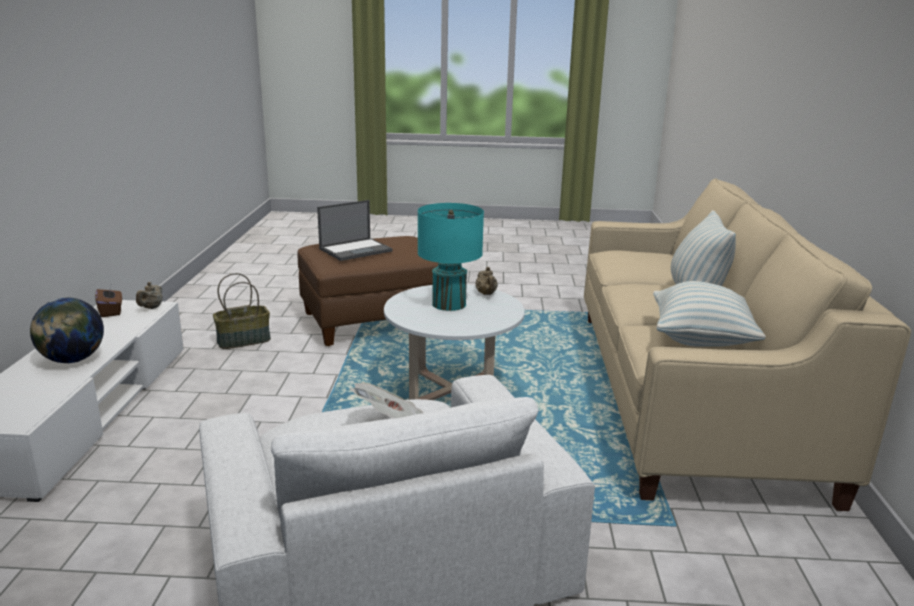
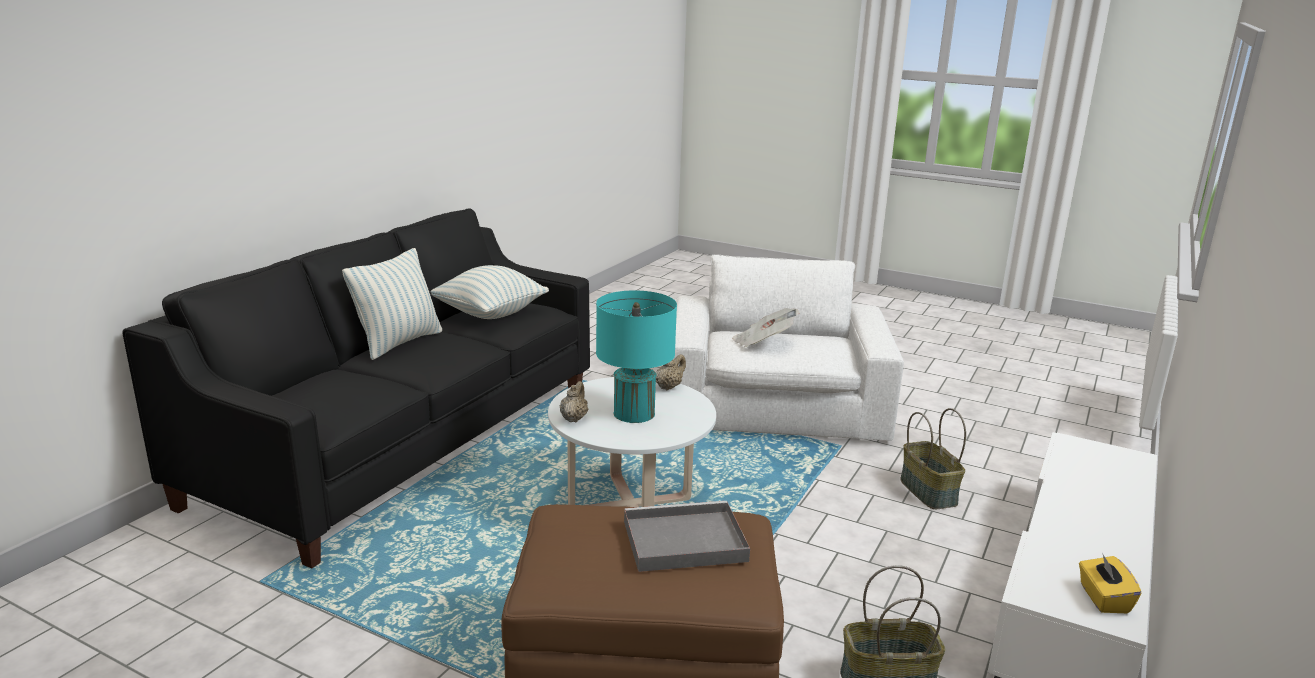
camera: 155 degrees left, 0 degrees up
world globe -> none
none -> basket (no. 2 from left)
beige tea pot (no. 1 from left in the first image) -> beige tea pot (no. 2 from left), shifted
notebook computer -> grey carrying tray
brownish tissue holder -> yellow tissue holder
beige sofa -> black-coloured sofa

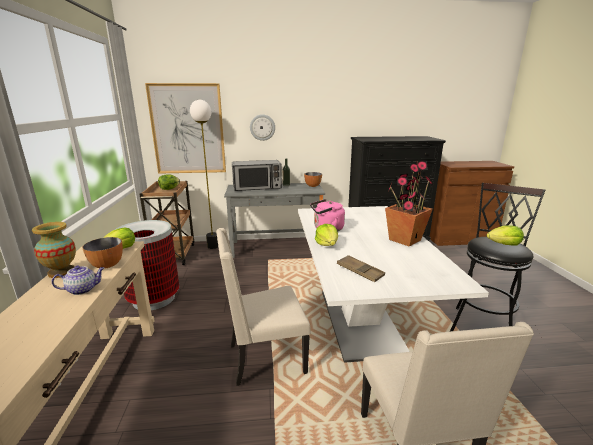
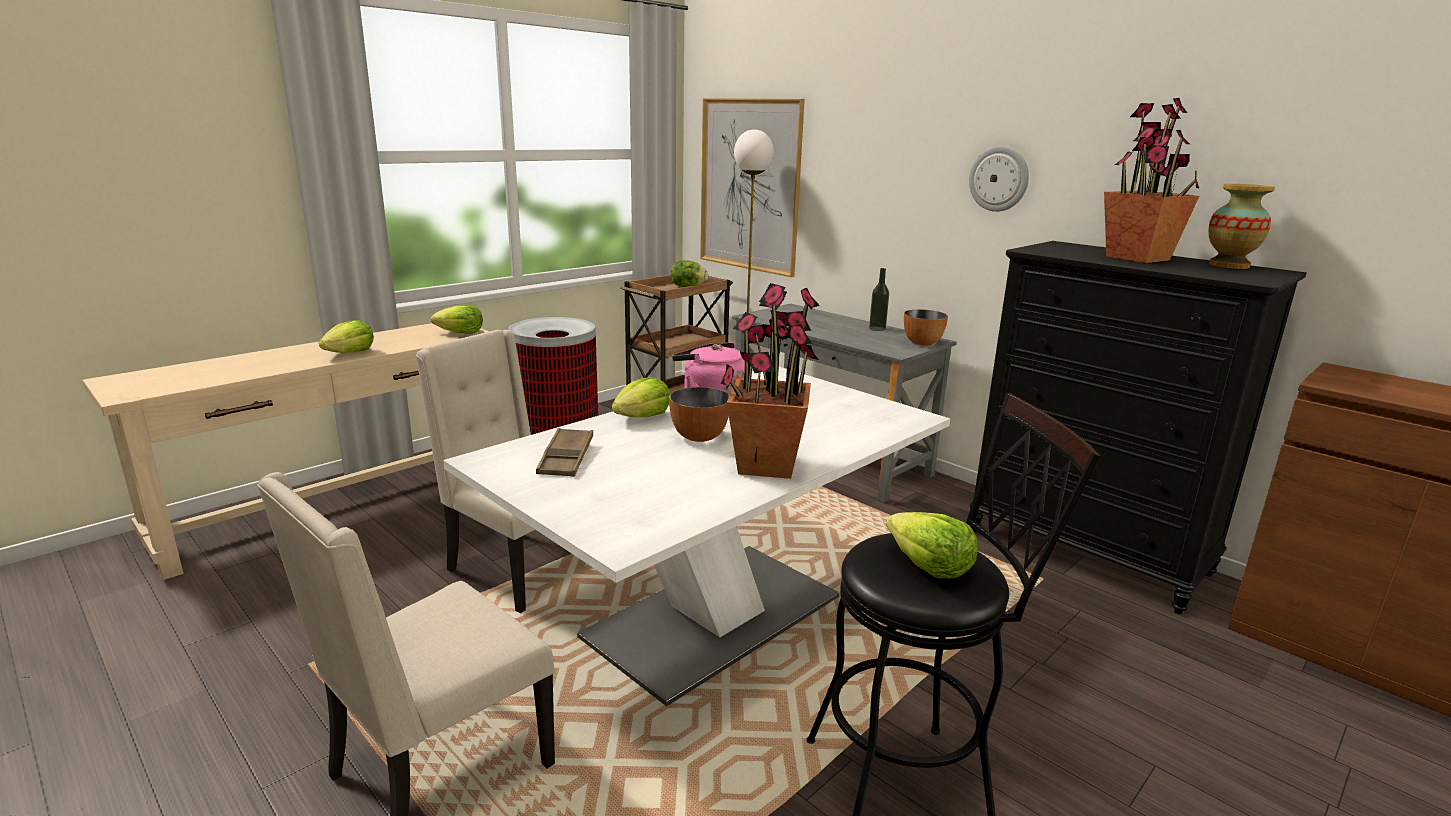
camera: 50 degrees right, 0 degrees up
microwave -> none
none -> potted plant (no. 2 from left)
flower vase, shifted
deep dish (no. 1 from left), shifted
clock on the wall, shifted
tea pot -> lettuce head (no. 1 from left)

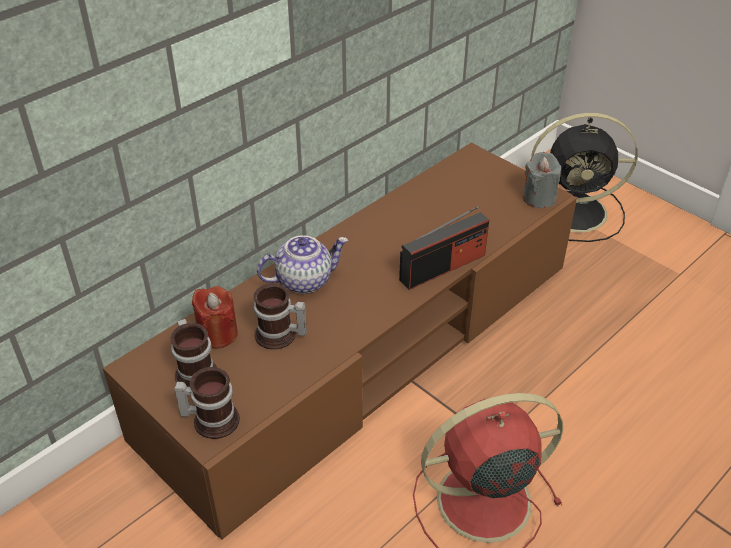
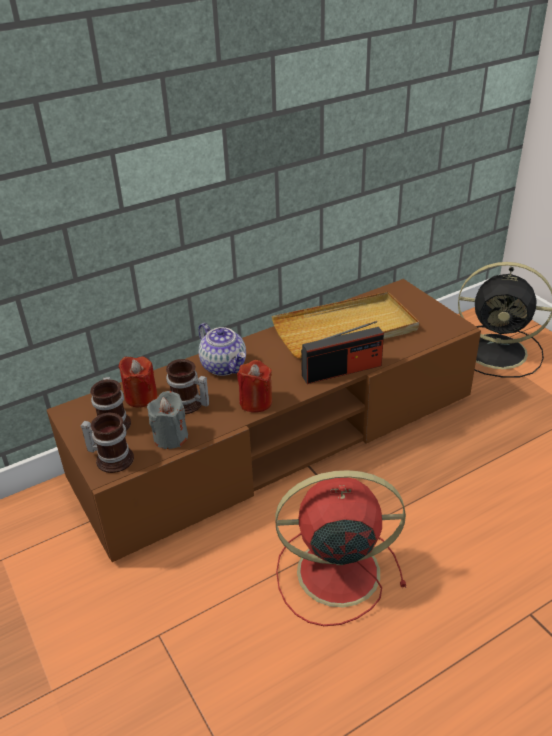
camera: 15 degrees right, 5 degrees down
none -> red wax candle (no. 2 from left)
none -> beige carrying tray
grey wax candle, shifted
tea pot, 60 degrees clockwise

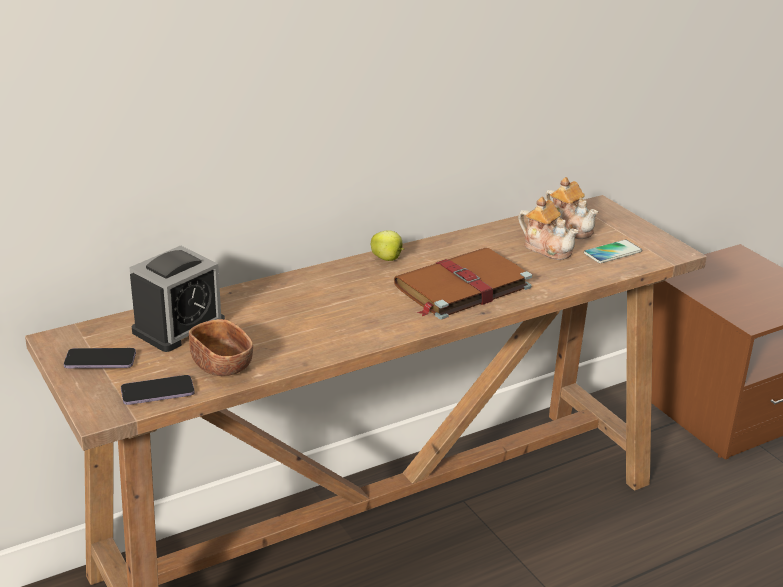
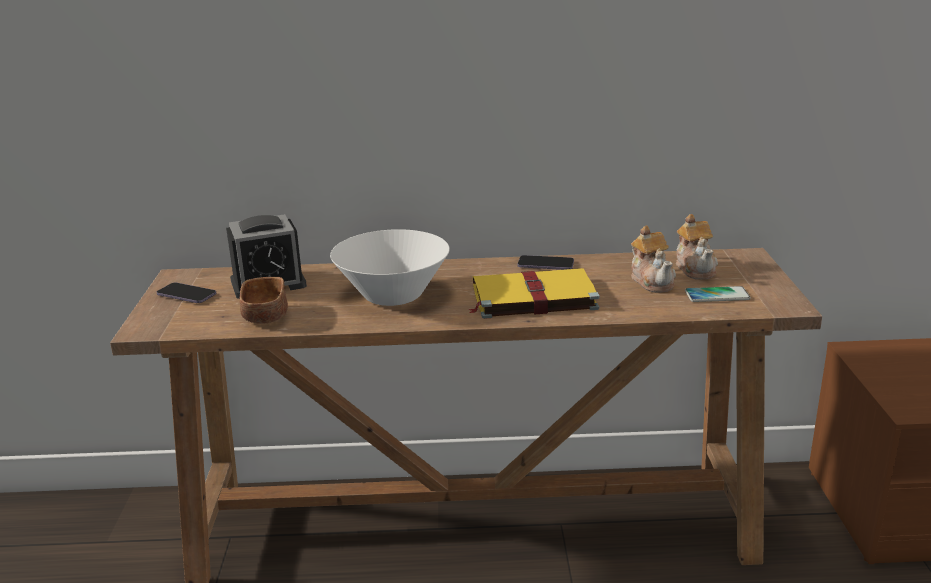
camera: 30 degrees right, 5 degrees down
whole apple -> none
none -> white-coloured deep dish
telephone (no. 2 from left), shifted
brownish bound book -> yellow bound book

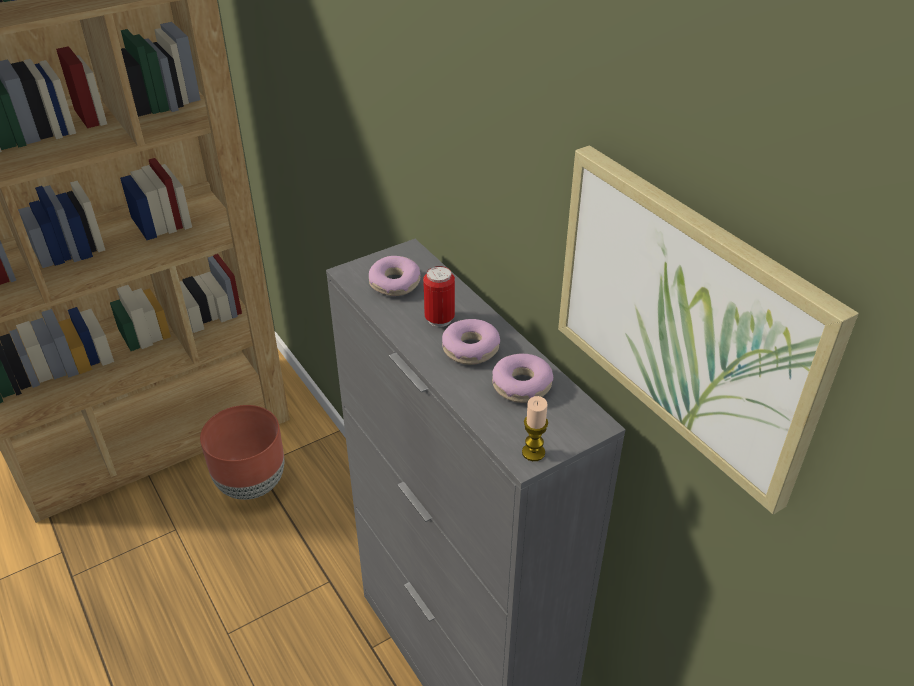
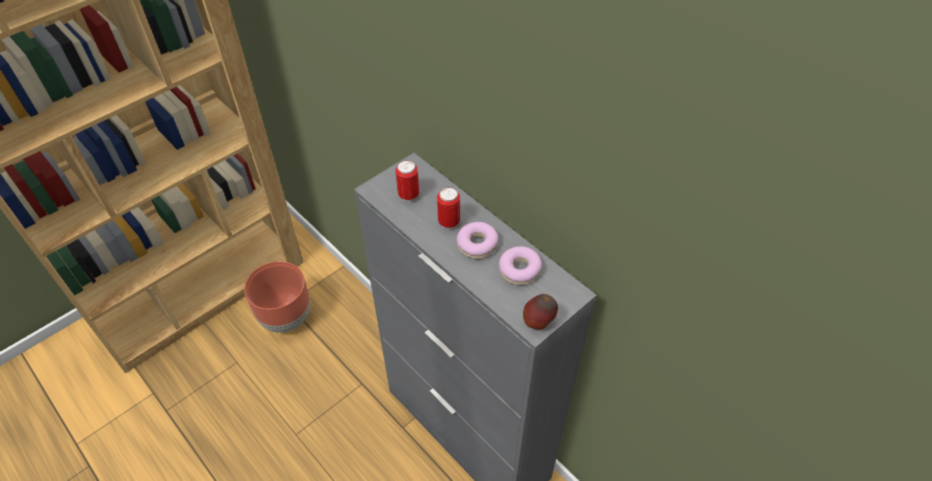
camera: 10 degrees left, 10 degrees up
wall picture -> none
ring doughnut (no. 1 from left) -> metal can (no. 1 from left)
wax candle -> whole apple

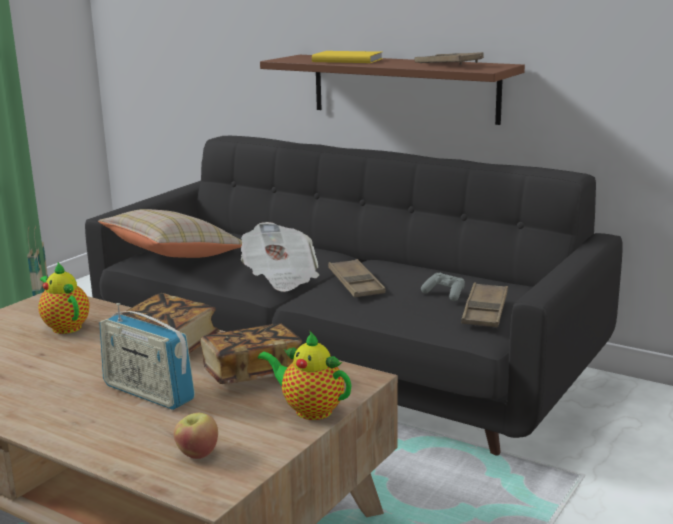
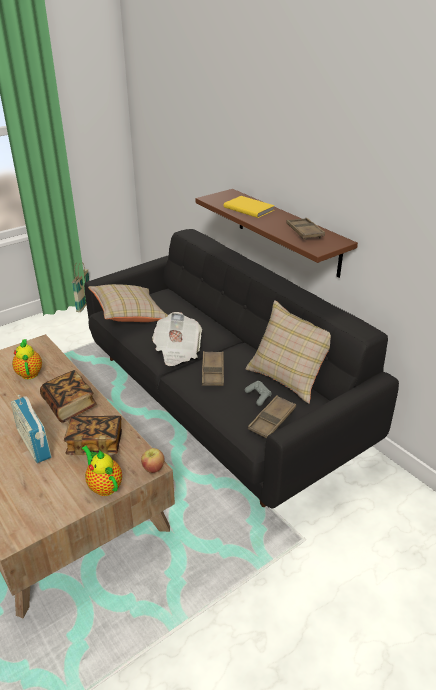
camera: 20 degrees right, 15 degrees up
none -> beige throw pillow (no. 2 from left)
whole apple, shifted

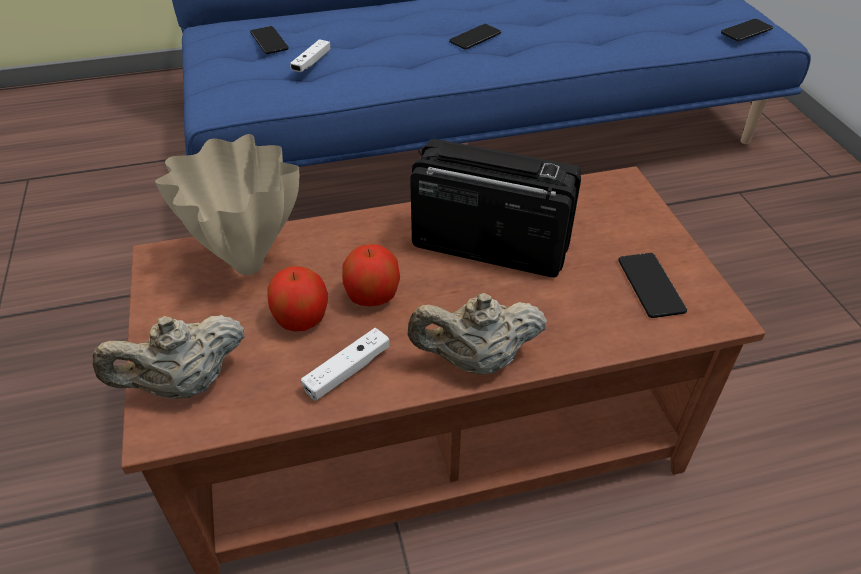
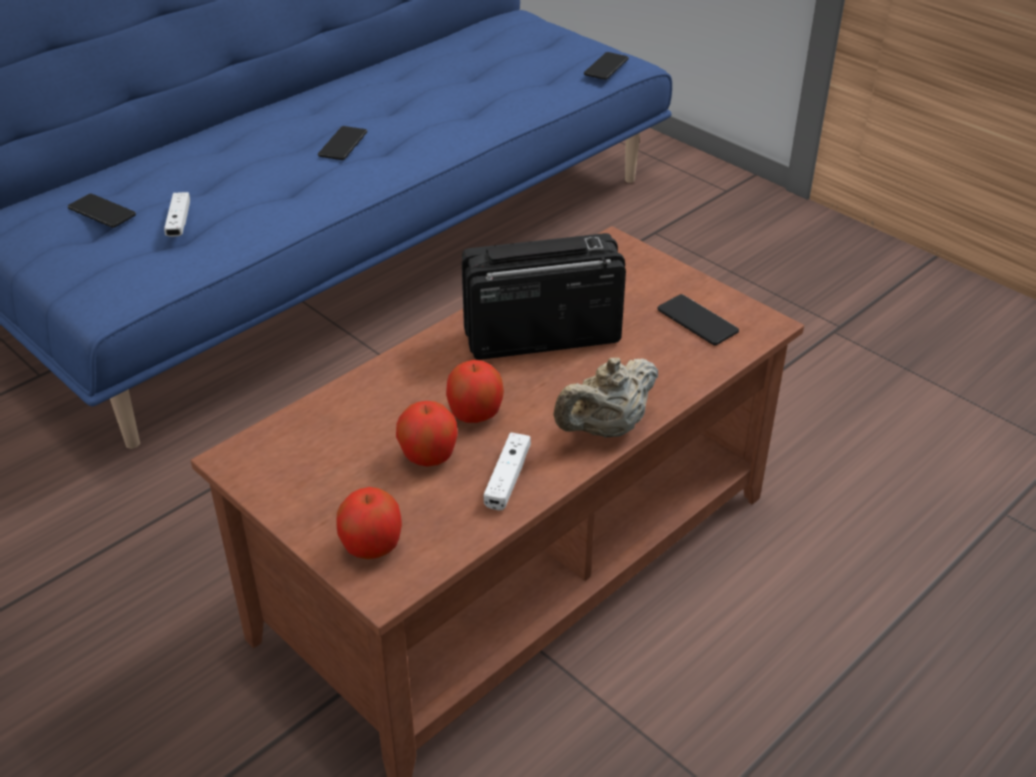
camera: 30 degrees left, 5 degrees down
beige flower vase -> none
beige tea pot (no. 1 from left) -> whole apple (no. 1 from left)

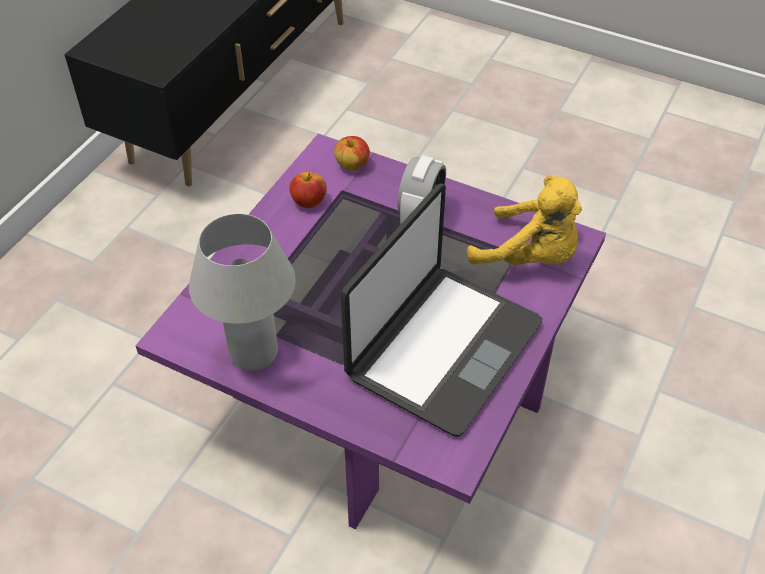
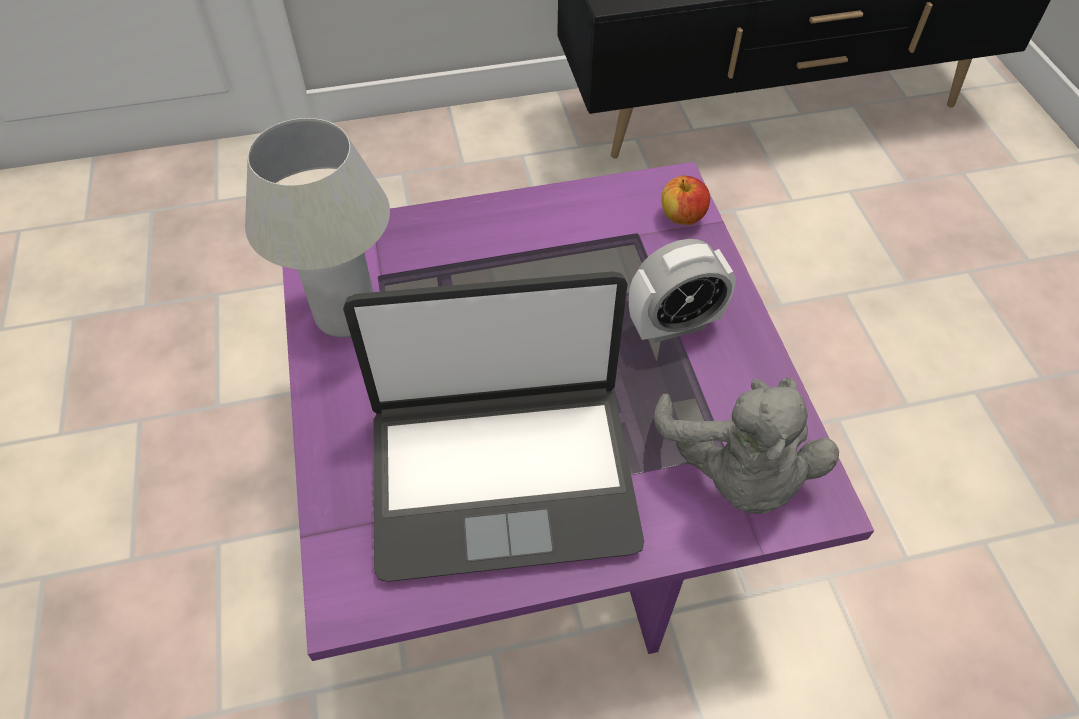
camera: 50 degrees right, 5 degrees up
whole apple (no. 1 from left) -> none
yellow soft toy -> grey soft toy

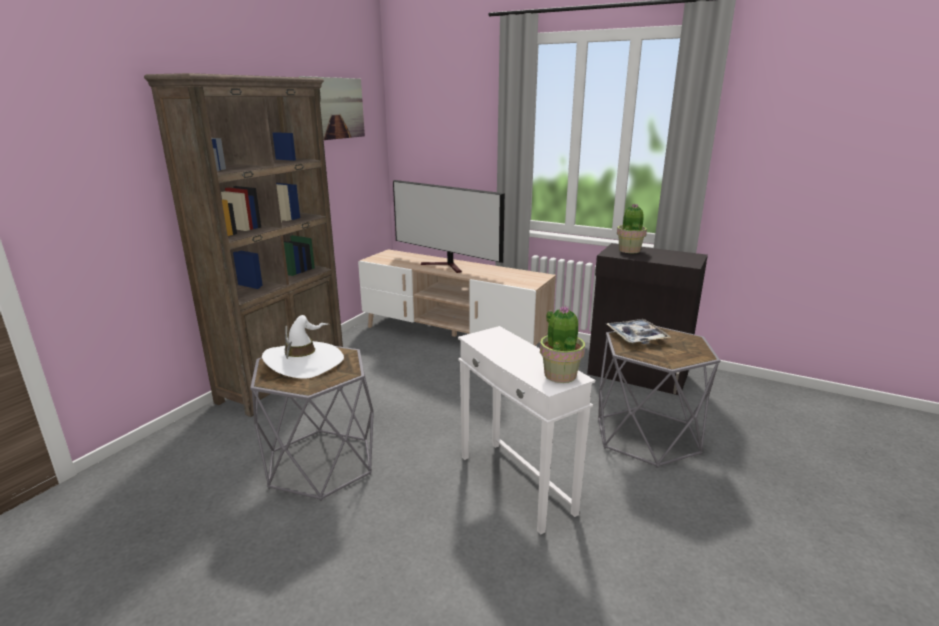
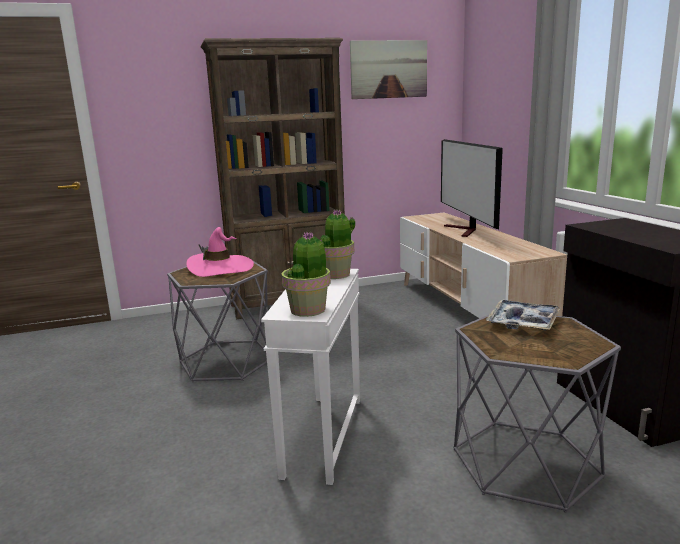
camera: 45 degrees right, 5 degrees down
potted plant (no. 2 from left), shifted
white-coloured wearable hat -> pink-coloured wearable hat

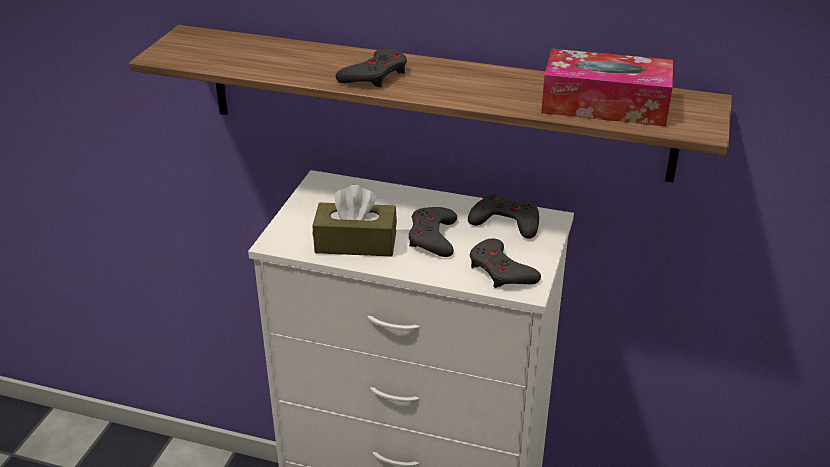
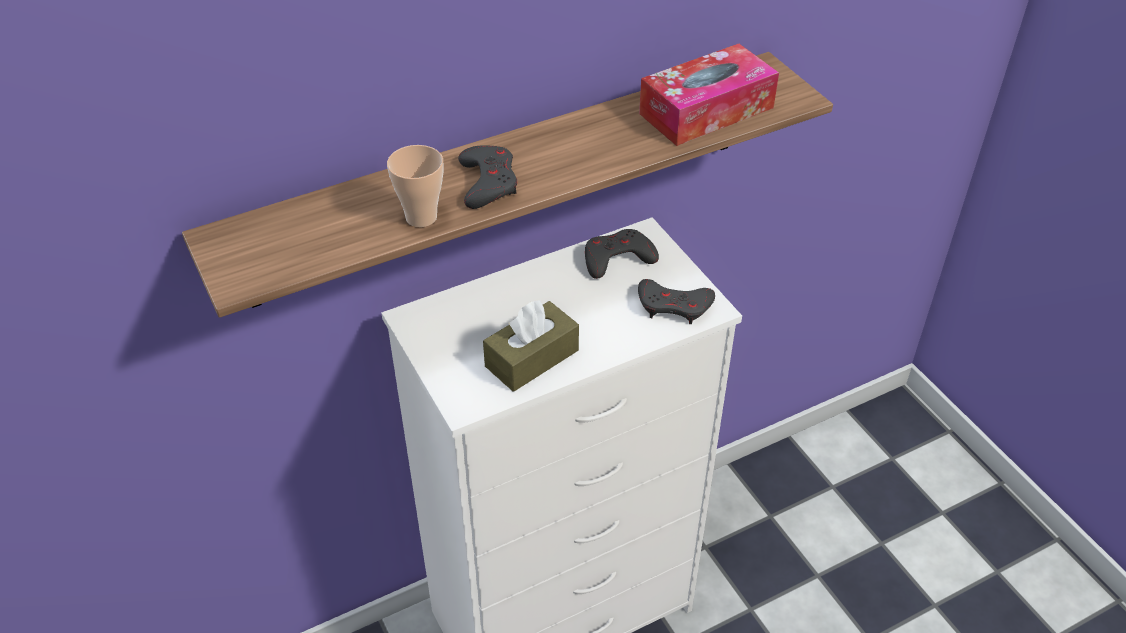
camera: 45 degrees left, 10 degrees up
grey game controller (no. 2 from left) -> none
none -> drinking cup

